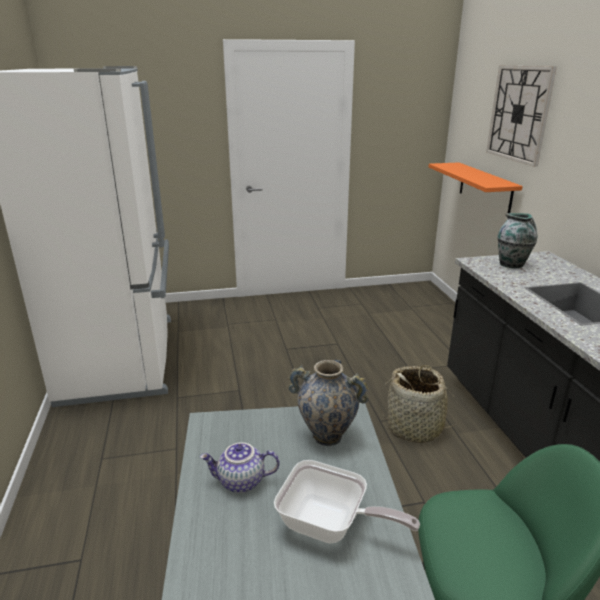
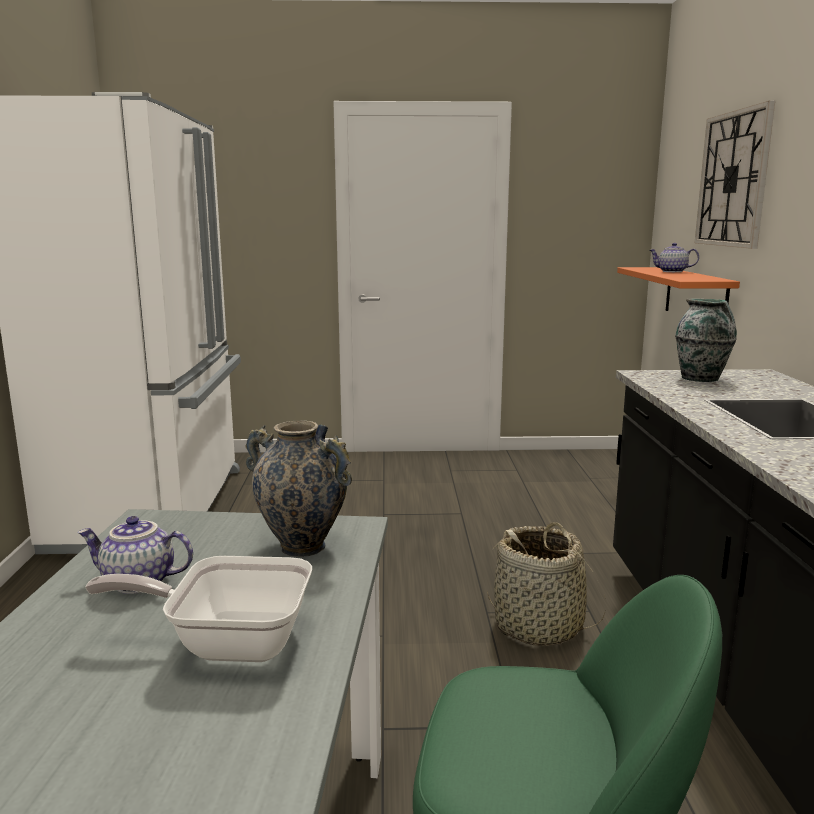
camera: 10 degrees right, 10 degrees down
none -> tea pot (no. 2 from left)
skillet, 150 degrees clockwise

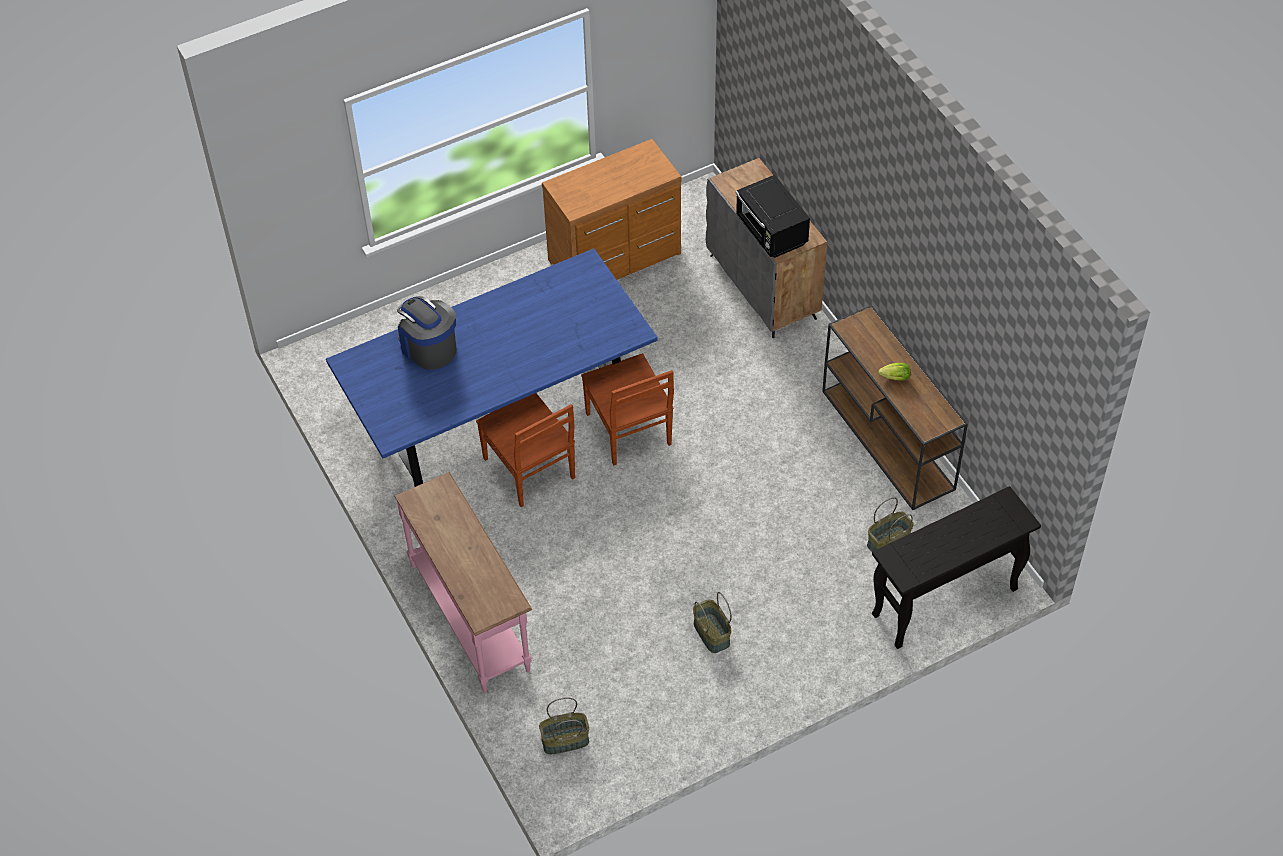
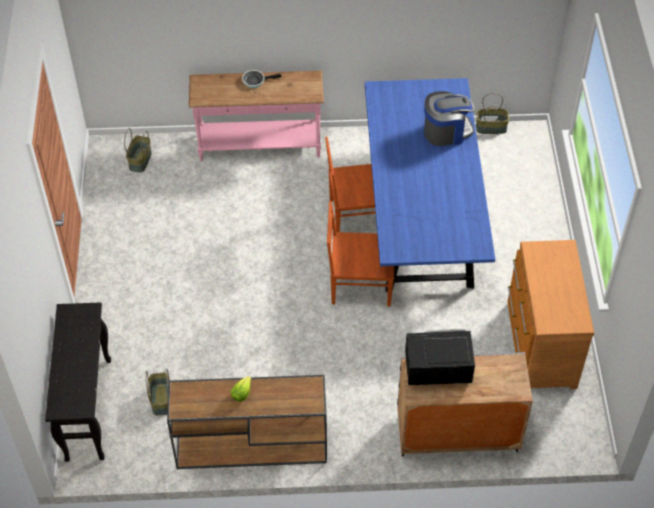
camera: 115 degrees right, 0 degrees up
none -> skillet
basket (no. 2 from left in the first image) -> basket (no. 3 from left), shifted

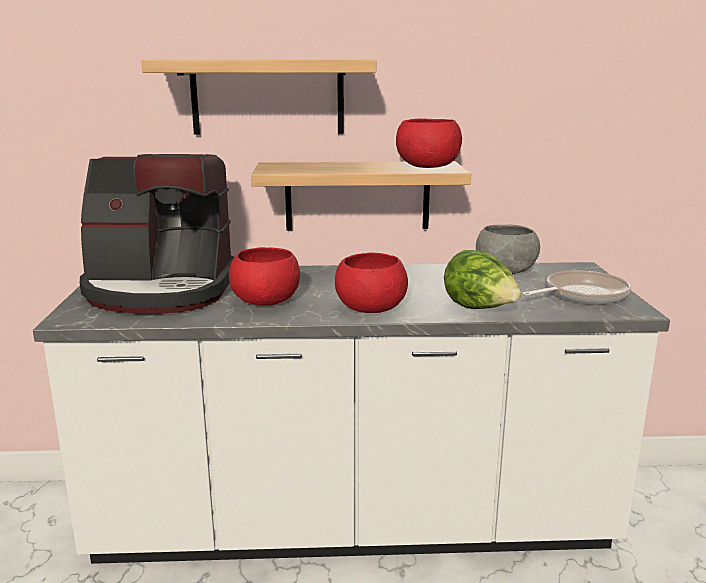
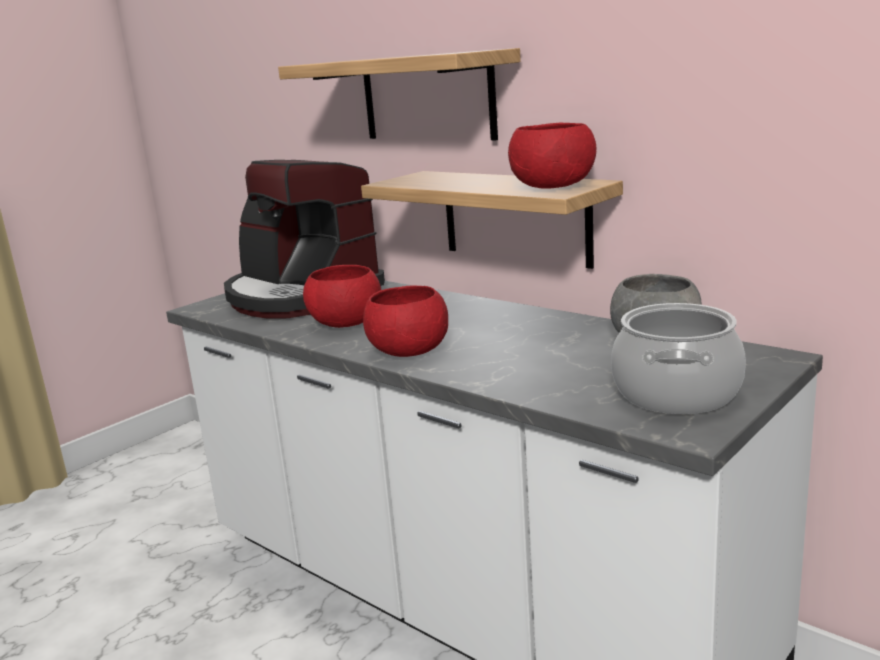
camera: 45 degrees right, 0 degrees up
lettuce head -> none
skillet -> cooking pot

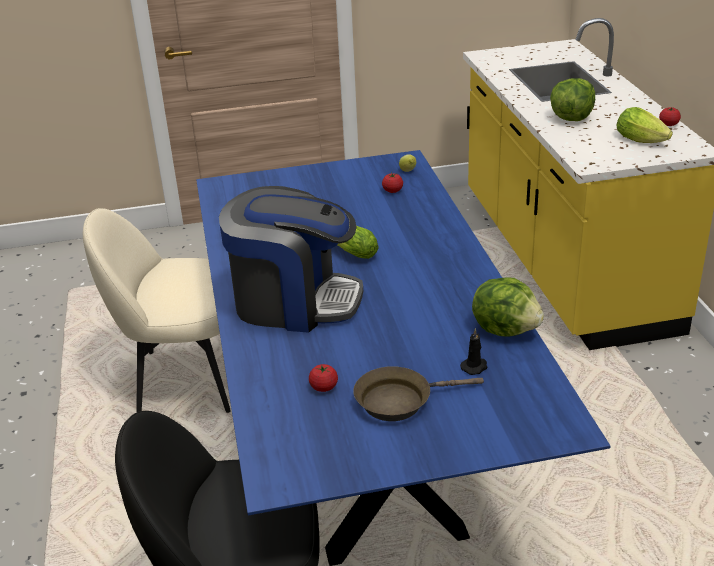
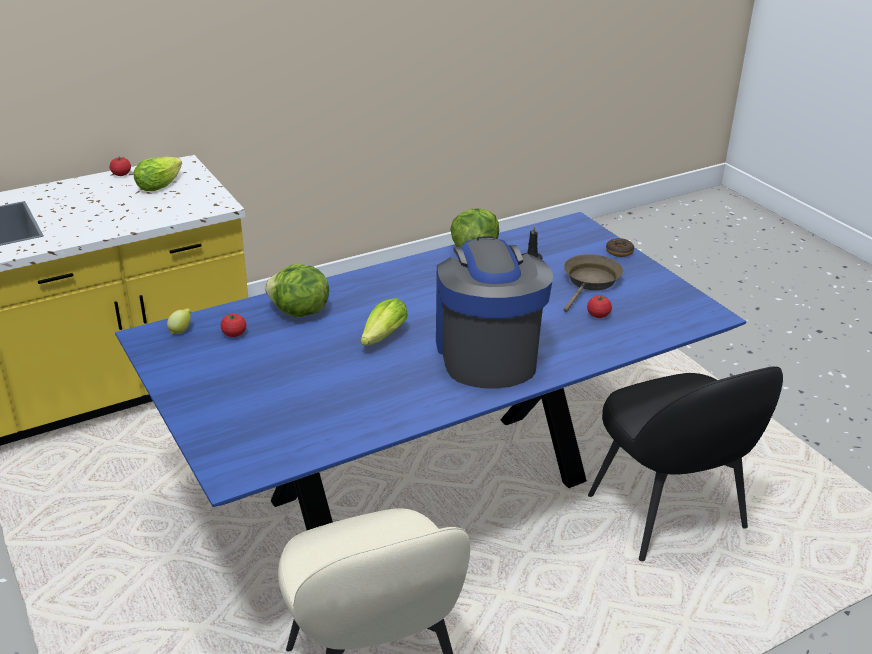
camera: 110 degrees left, 0 degrees up
none -> ring doughnut
lettuce head (no. 3 from left in the first image) -> lettuce head (no. 2 from left), shifted
brownish skillet, 120 degrees counterclockwise

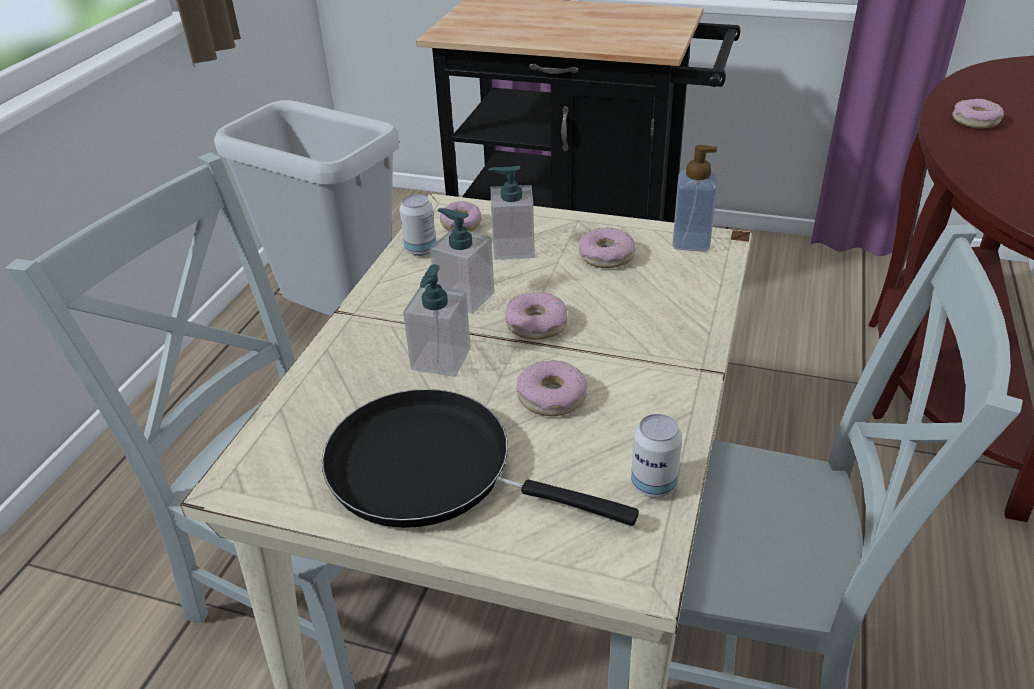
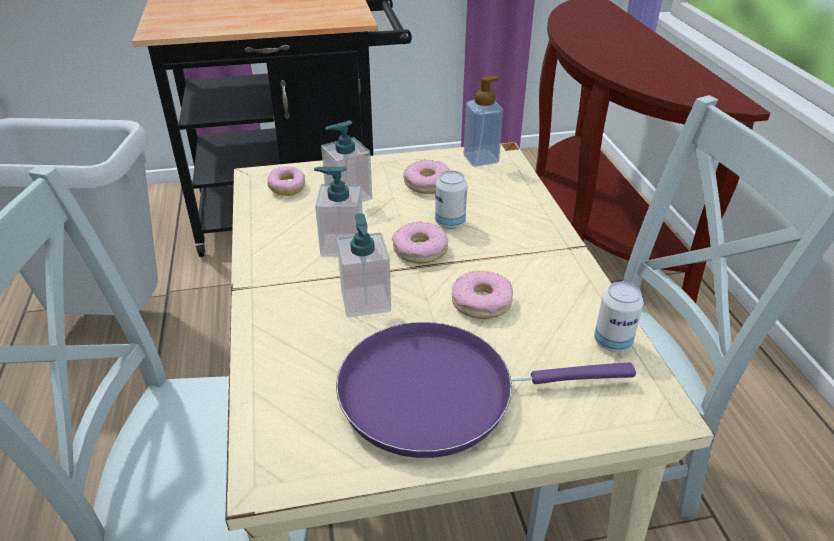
camera: 30 degrees left, 0 degrees up
ring doughnut (no. 5 from left) -> none
metal can (no. 1 from left), shifted
black-coloured skillet -> purple-coloured skillet

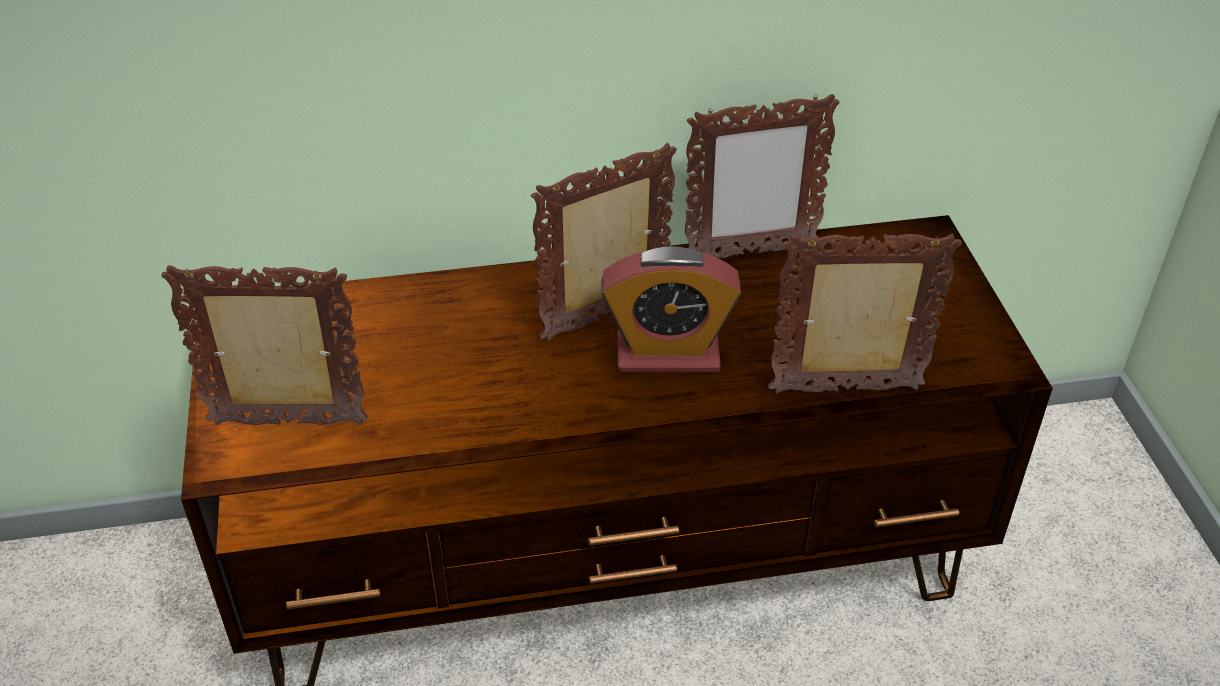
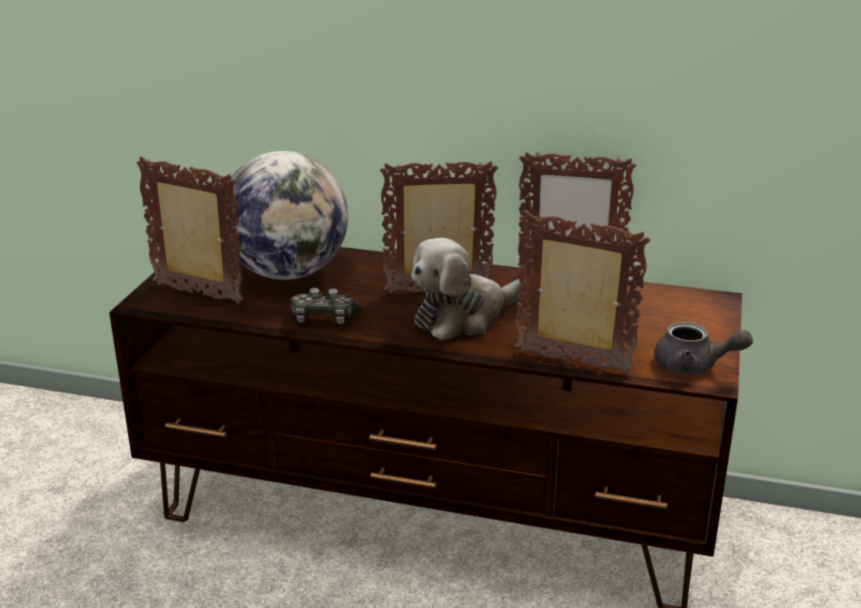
camera: 25 degrees right, 15 degrees down
none -> world globe
none -> game controller
none -> grey tea pot
table clock -> soft toy

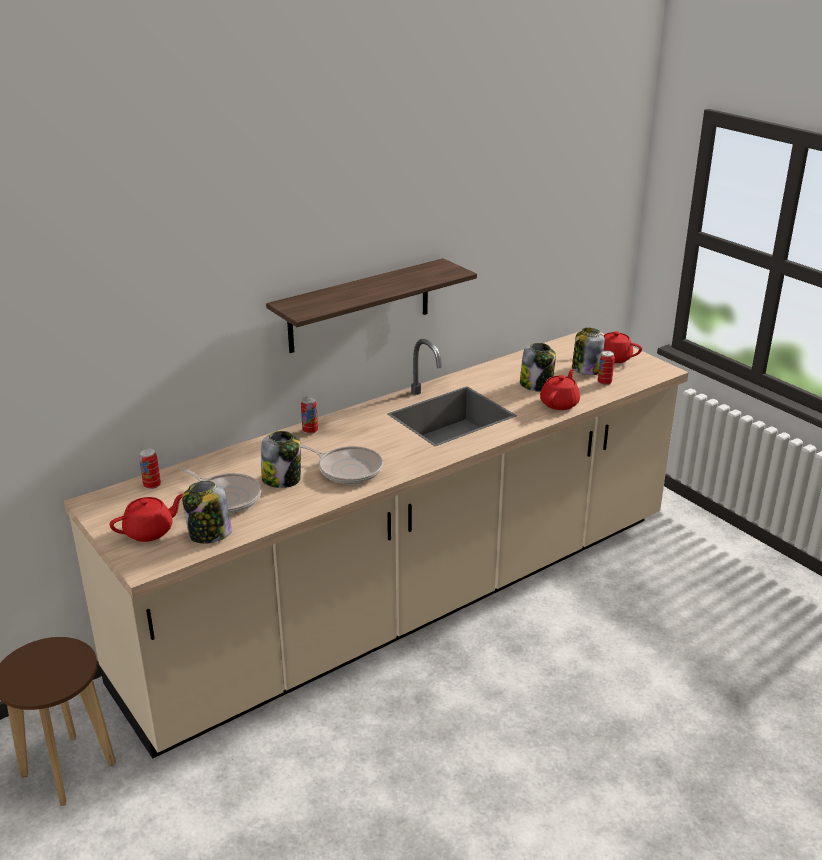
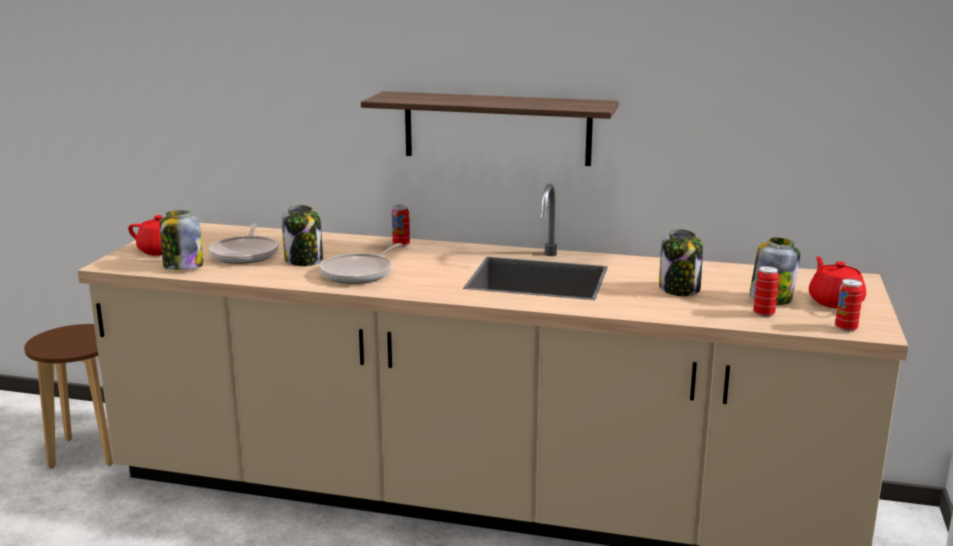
camera: 50 degrees right, 10 degrees down
red tea pot (no. 2 from left) -> none
metal can (no. 1 from left in the first image) -> metal can (no. 3 from left), shifted
skillet (no. 2 from left), 45 degrees clockwise

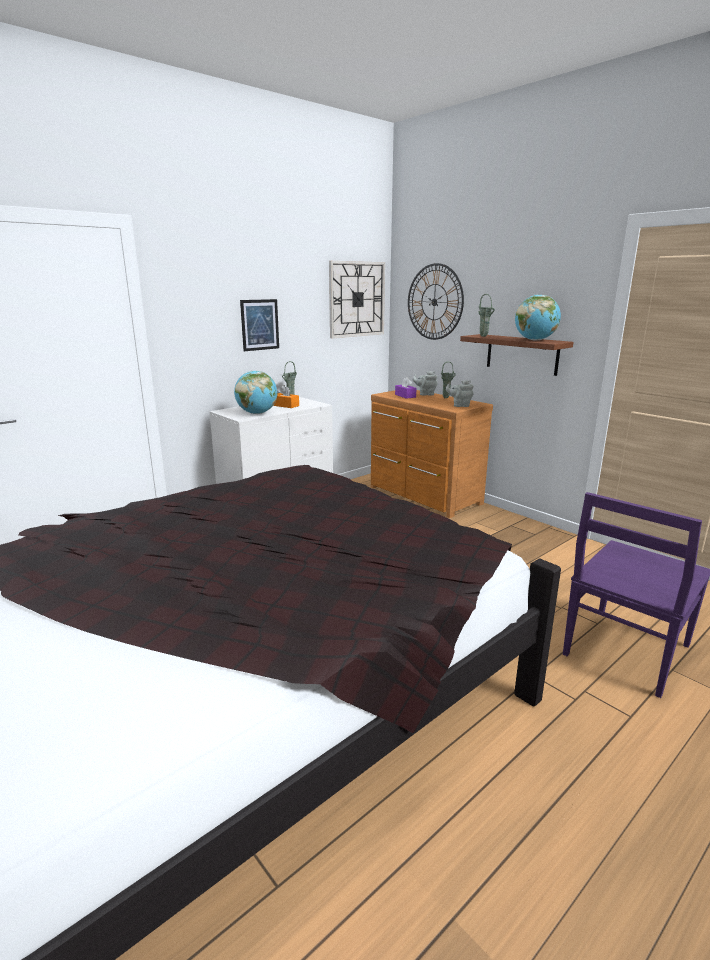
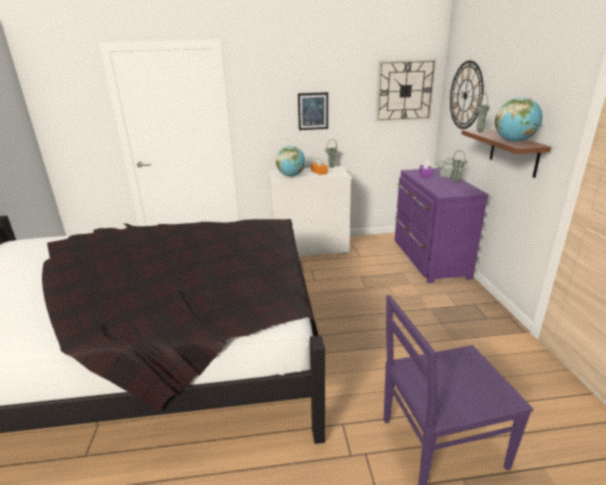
camera: 35 degrees right, 5 degrees up
grey tea pot (no. 2 from left) -> none
brownish chest of drawers -> purple-coloured chest of drawers

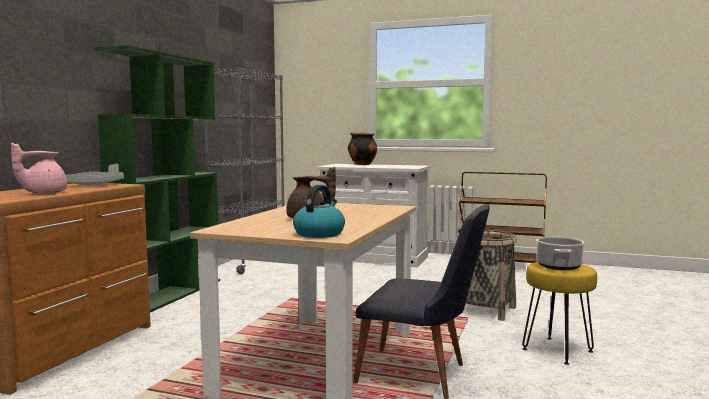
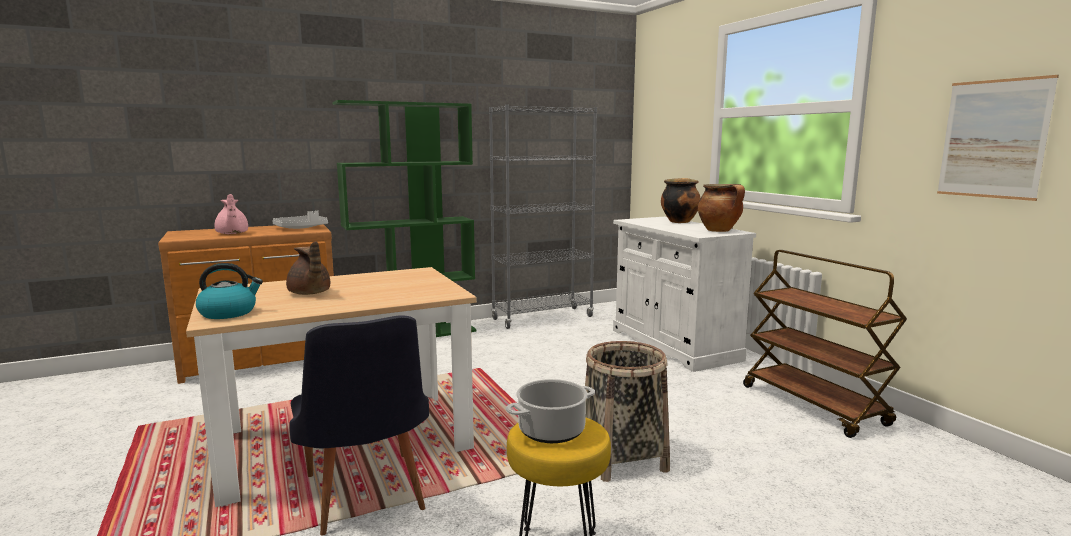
camera: 45 degrees right, 5 degrees up
none -> cooking pot (no. 3 from left)
none -> wall picture
pink-coloured tea pot, 120 degrees counterclockwise

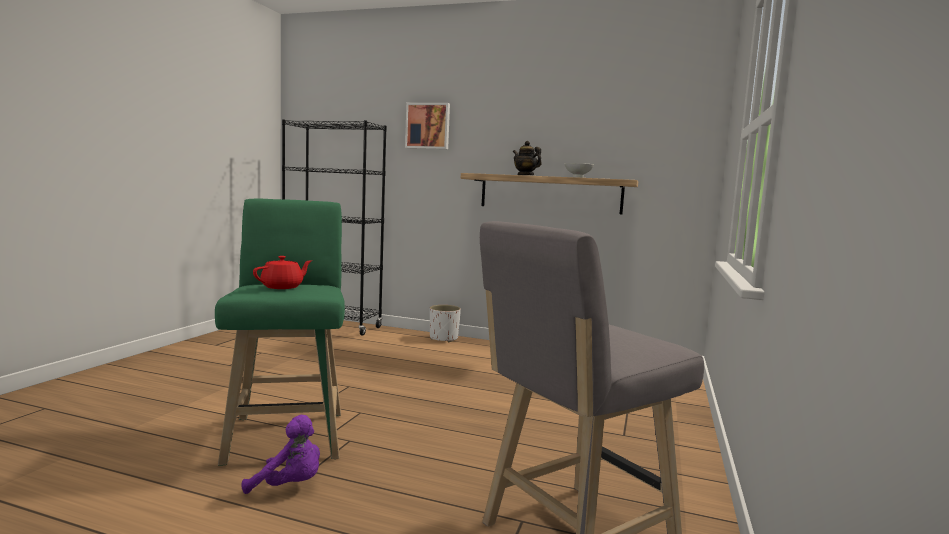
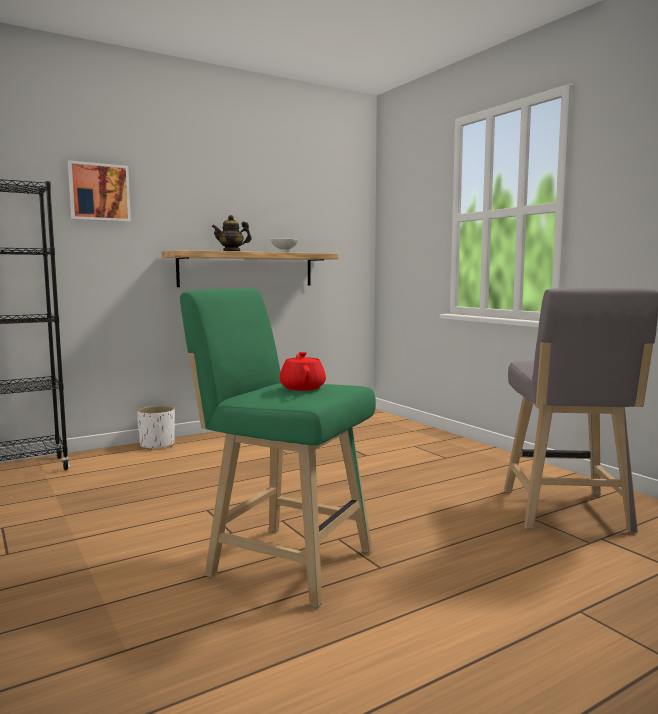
camera: 50 degrees left, 0 degrees up
purple-coloured soft toy -> none

